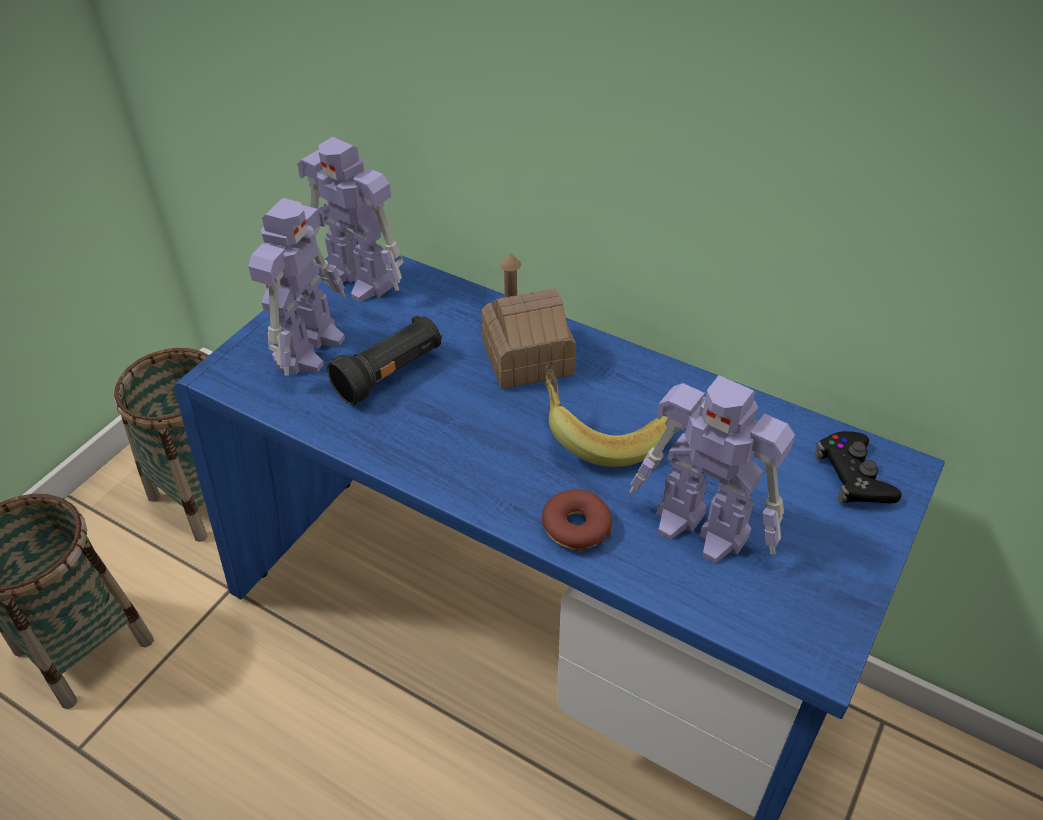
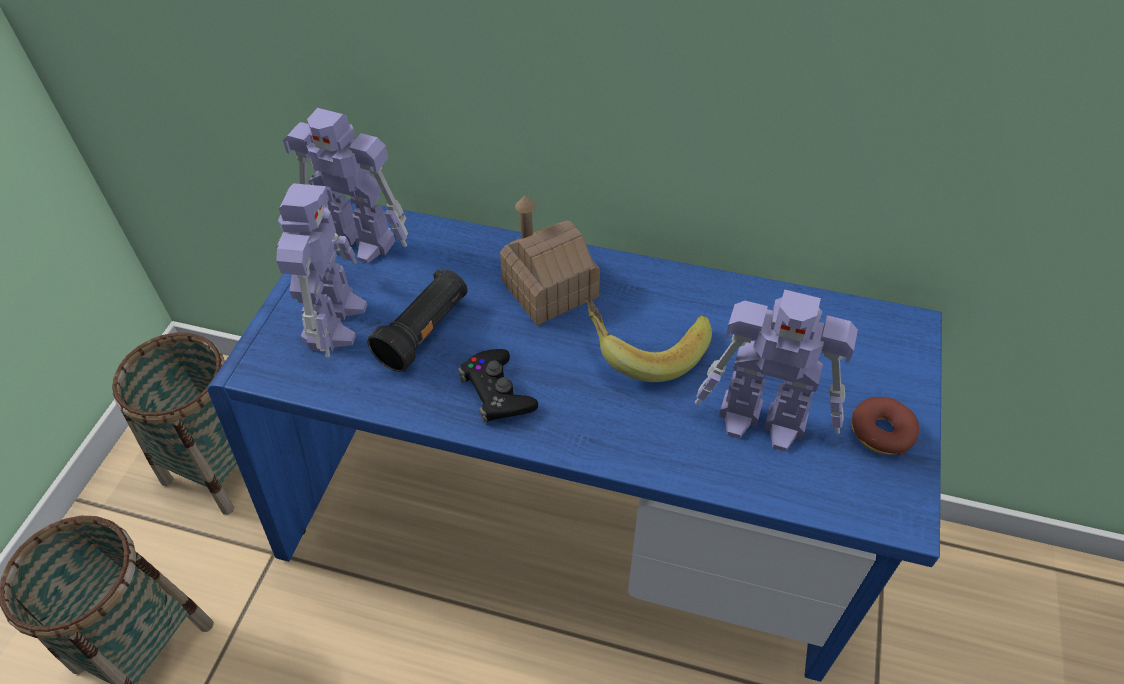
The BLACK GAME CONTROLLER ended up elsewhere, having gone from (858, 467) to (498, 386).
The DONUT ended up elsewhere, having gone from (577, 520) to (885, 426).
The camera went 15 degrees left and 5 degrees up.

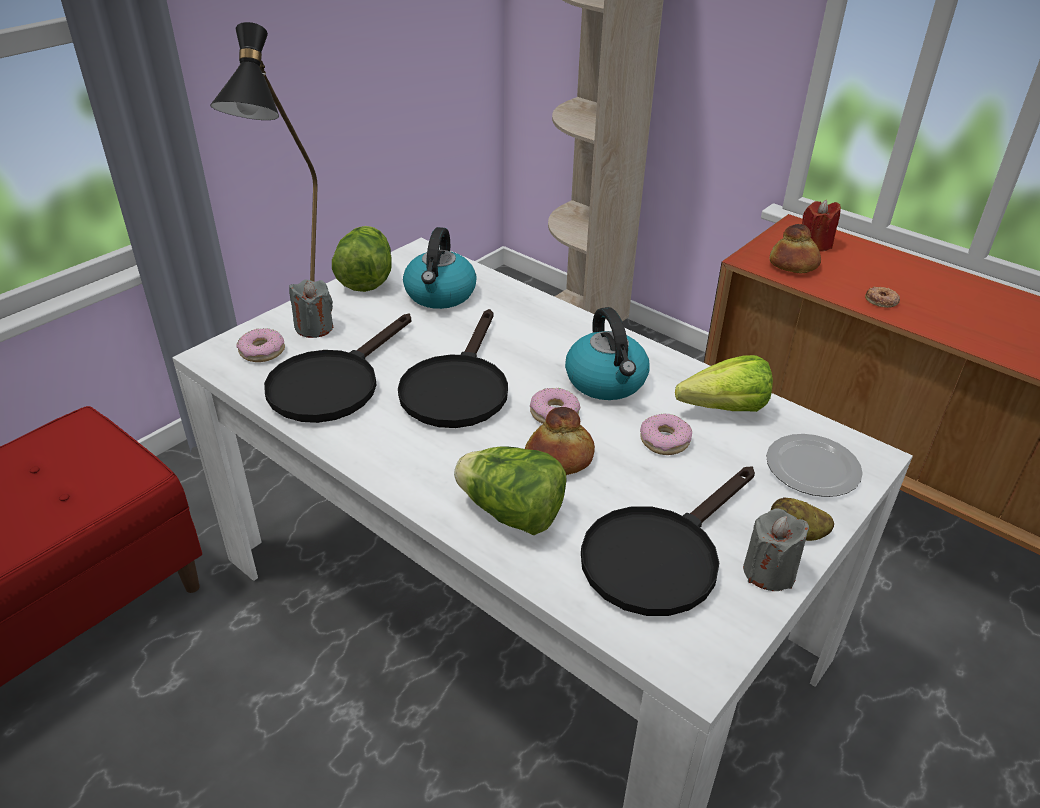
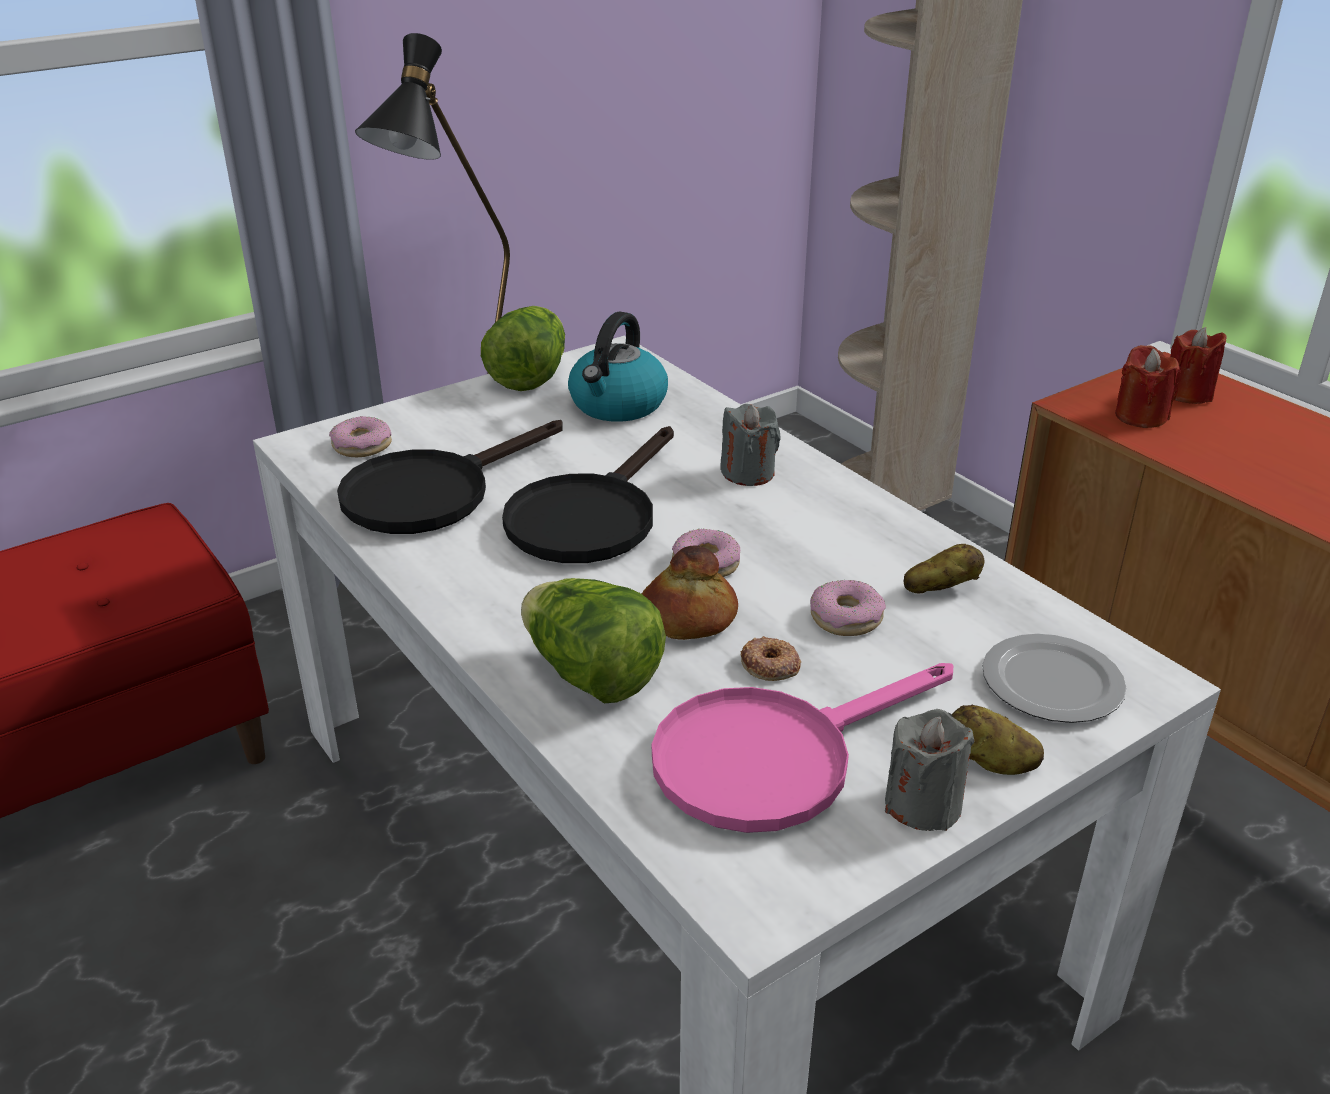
What was the BLACK FRYING PAN at (668, 541) turned into the PINK FRYING PAN at (802, 748).
The GREY CANDLE ended up elsewhere, having gone from (311, 309) to (750, 445).
The DONUT ended up elsewhere, having gone from (882, 297) to (771, 658).
Where the LETTUCE stood at (724, 383), the POTATO came to stand at (944, 569).
Where the BREAD stood at (795, 249), the RED CANDLE came to stand at (1147, 386).
The second view lost the KETTLE at (607, 353).
The camera went 15 degrees right and 5 degrees down.

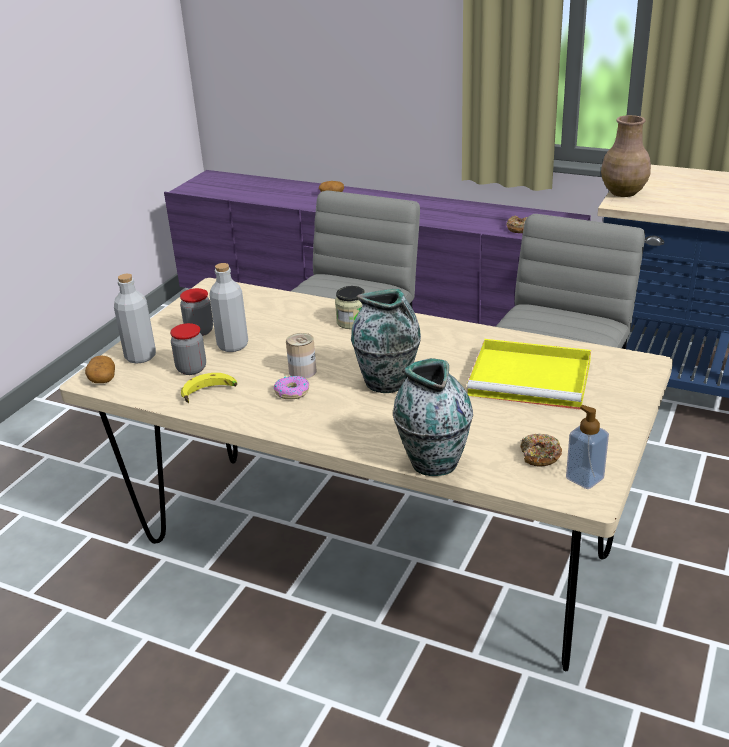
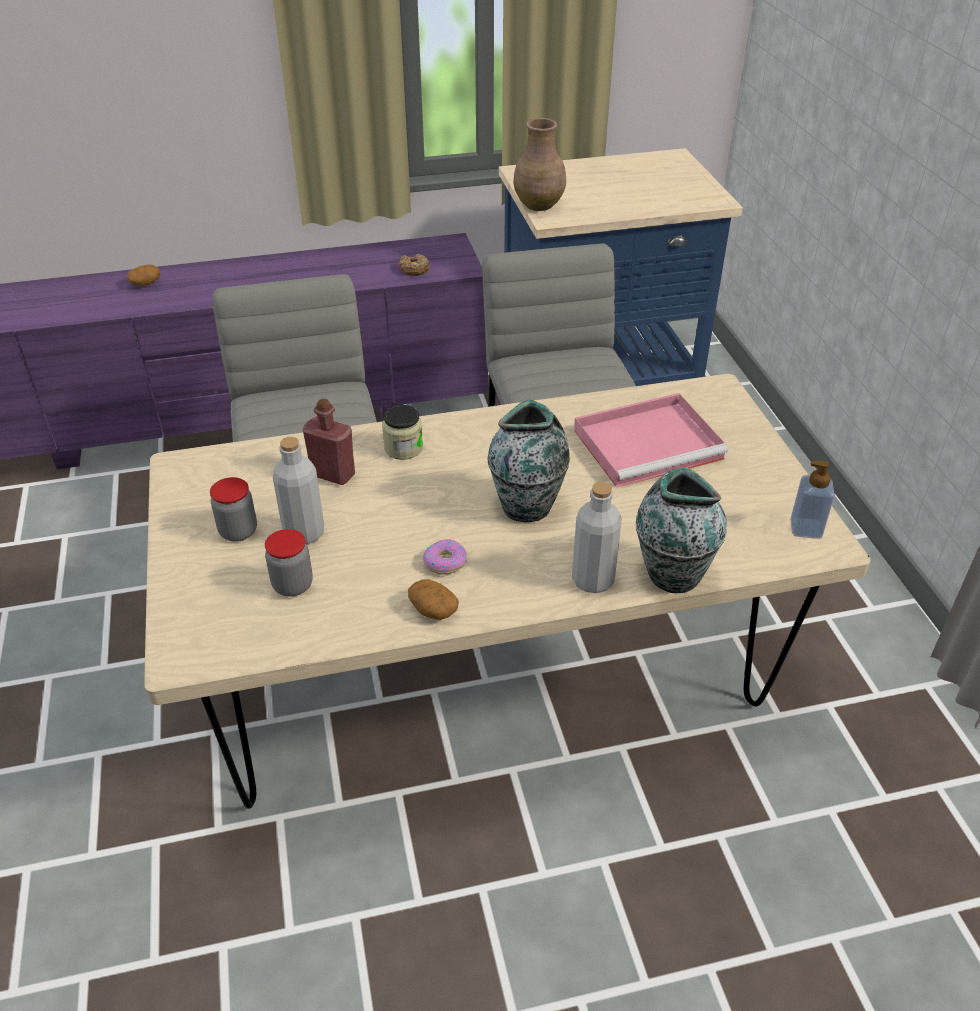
The second view gained the RED BOTTLE at (329, 441).
The POTATO ended up elsewhere, having gone from (100, 369) to (433, 599).
The GREY BOTTLE ended up elsewhere, having gone from (135, 319) to (597, 537).
What was the YELLOW TRAY at (529, 374) turned into the PINK TRAY at (651, 440).
The second view lost the BANANA at (209, 388).
The second view lost the CAN at (301, 356).
The second view lost the DONUT at (541, 450).
The camera went 40 degrees left and 10 degrees up.

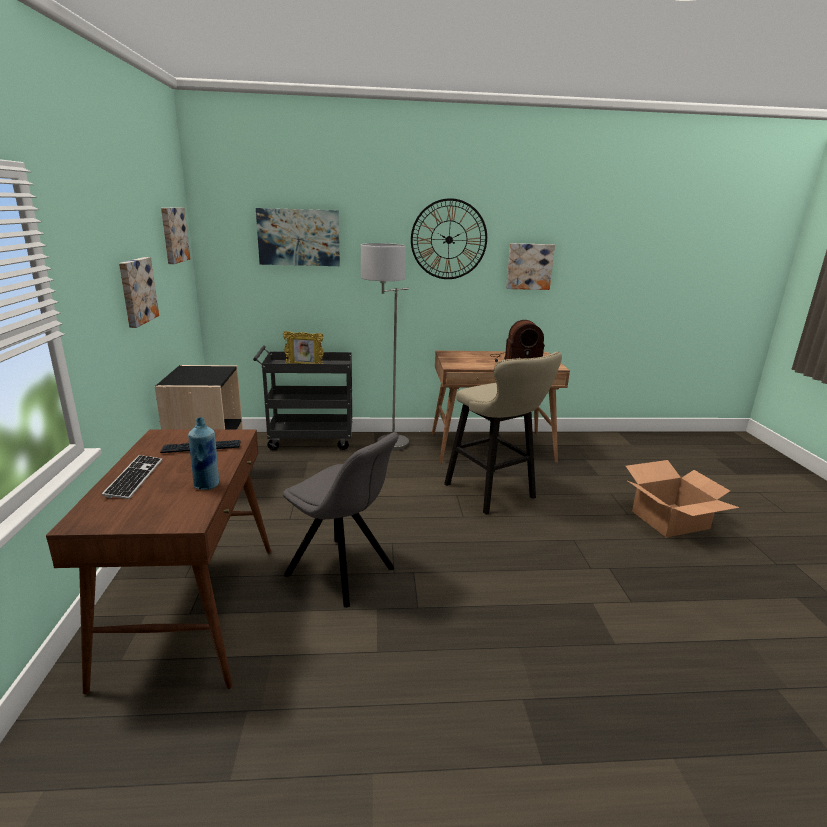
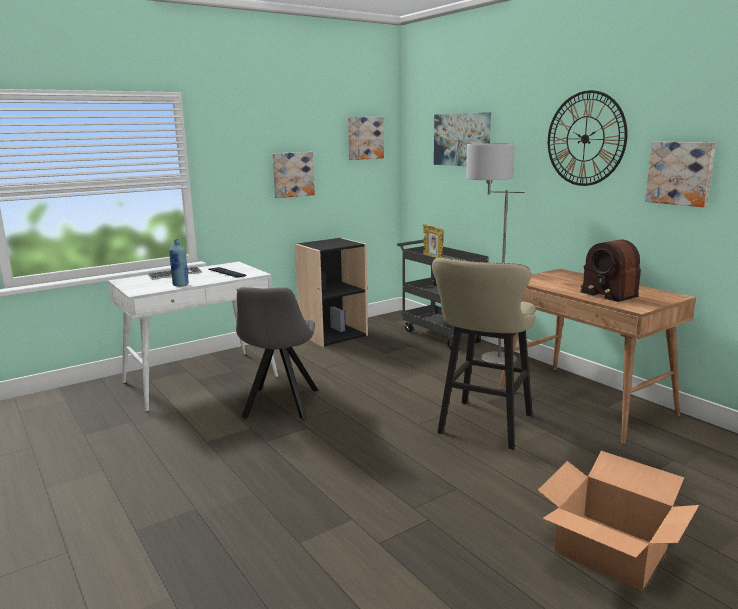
What was the BROWN DESK at (158, 562) turned into the WHITE DESK at (193, 337).
The camera went 60 degrees right and 5 degrees down.

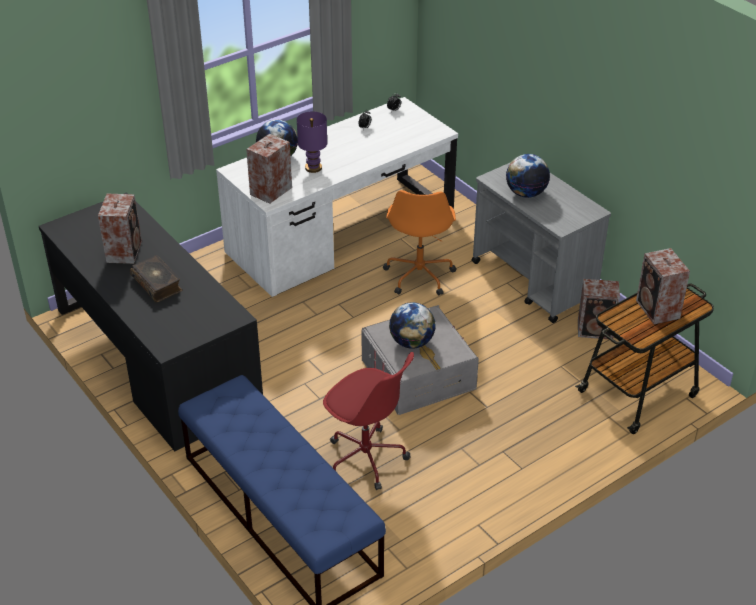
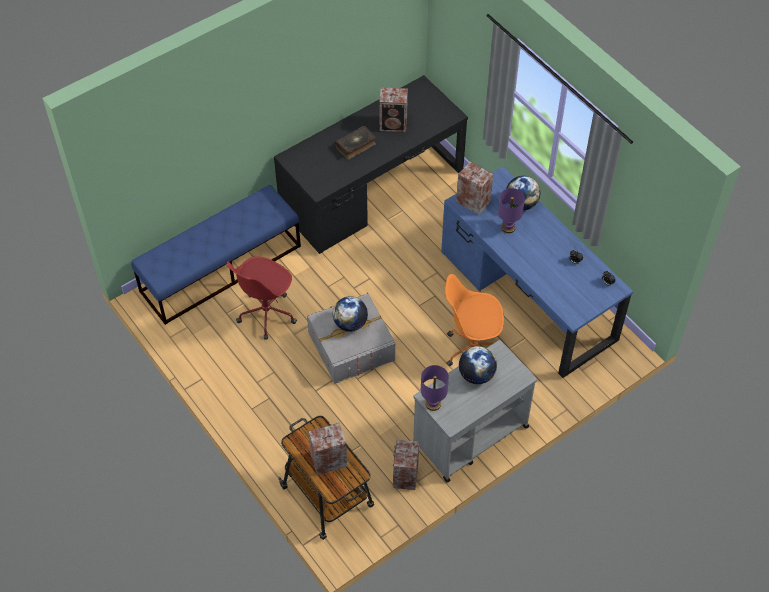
The second view gained the PURPLE TABLE LAMP at (435, 388).
What was the WHITE DESK at (337, 197) turned into the BLUE DESK at (537, 272).
The camera went 90 degrees right and 15 degrees up.

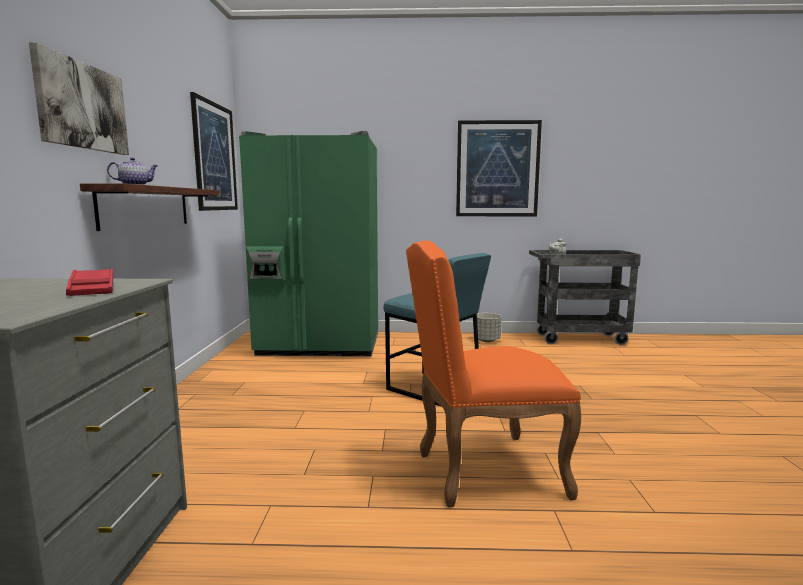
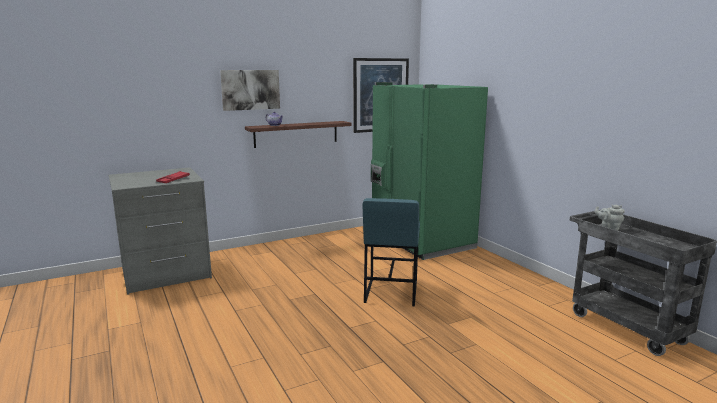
The second view lost the ORANGE CHAIR at (493, 373).
The second view lost the PICTURE at (499, 168).
The second view lost the GREY PLANTER at (489, 327).
The camera went 60 degrees right and 5 degrees up.

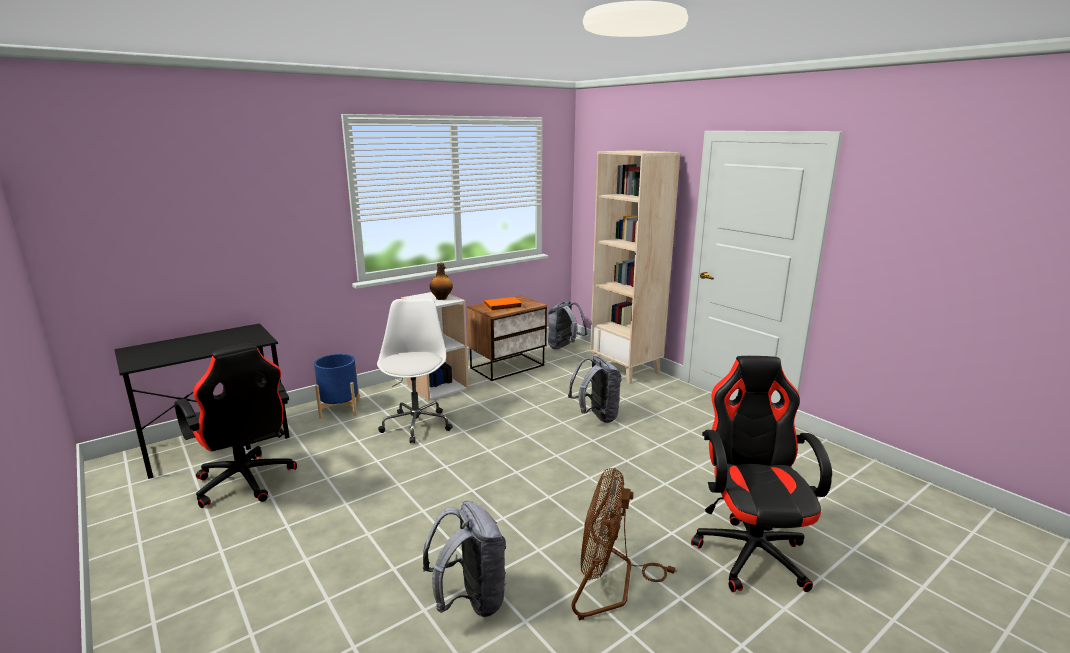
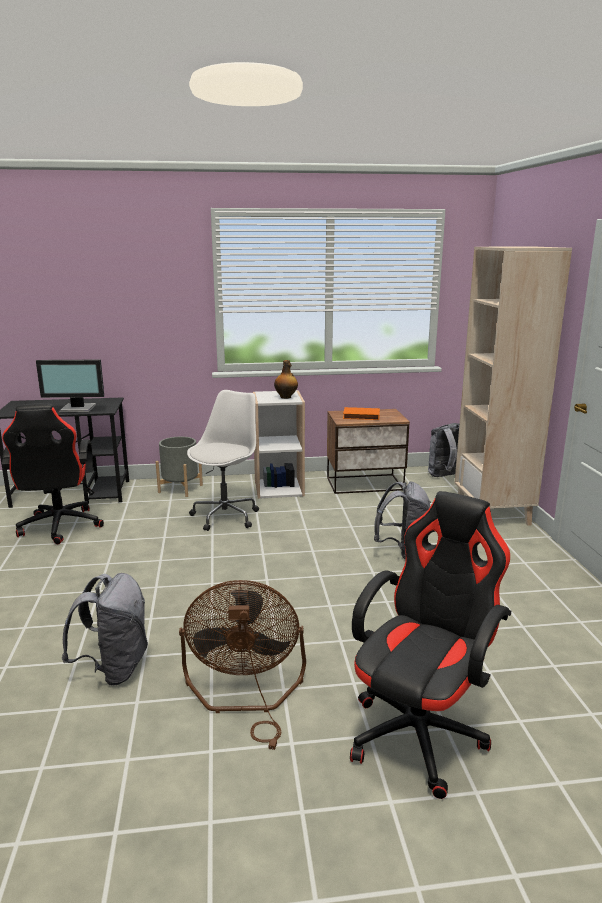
The second view gained the MONITOR at (70, 386).
What was the BLUE PLANTER at (337, 386) turned into the GREY PLANTER at (179, 467).
The BROWN FAN at (624, 544) ended up facing another way, 45 degrees clockwise from before.
The camera went 30 degrees right and 0 degrees up.

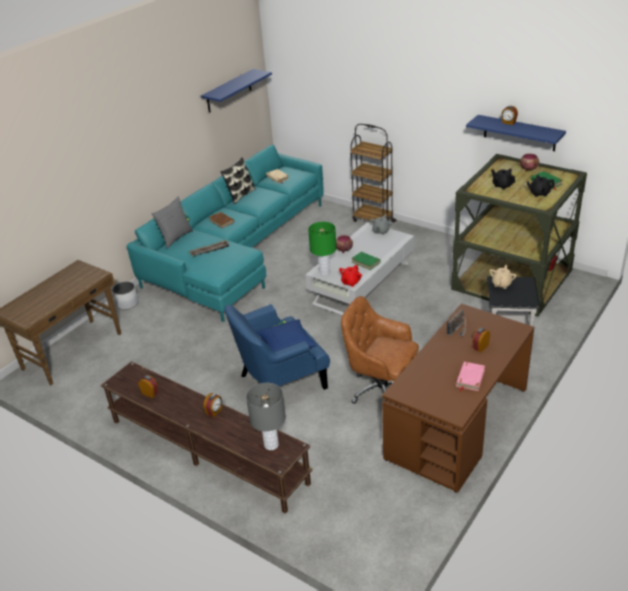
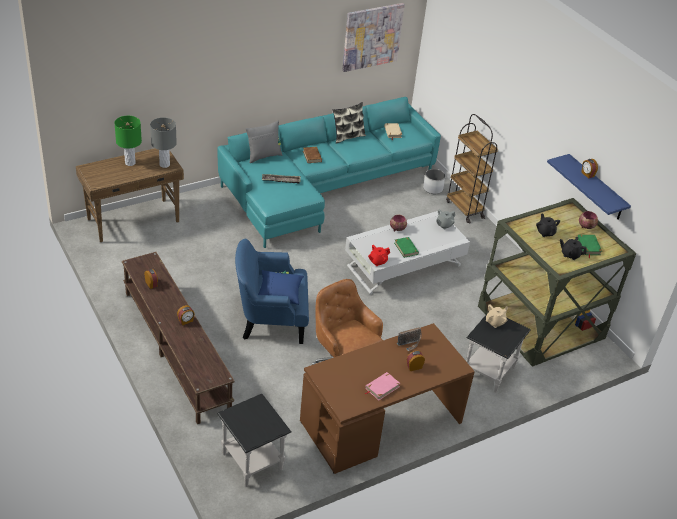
The GREEN TABLE LAMP ended up elsewhere, having gone from (322, 248) to (128, 141).
The GREY TABLE LAMP ended up elsewhere, having gone from (266, 416) to (163, 142).
The second view gained the BLACK SIDE TABLE at (254, 440).
Where the BLUE SHELF hung at (236, 91), the PICTURE came to hang at (373, 37).
The WHITE PLANTER ended up elsewhere, having gone from (125, 296) to (434, 181).
The camera went 20 degrees right and 5 degrees up.

